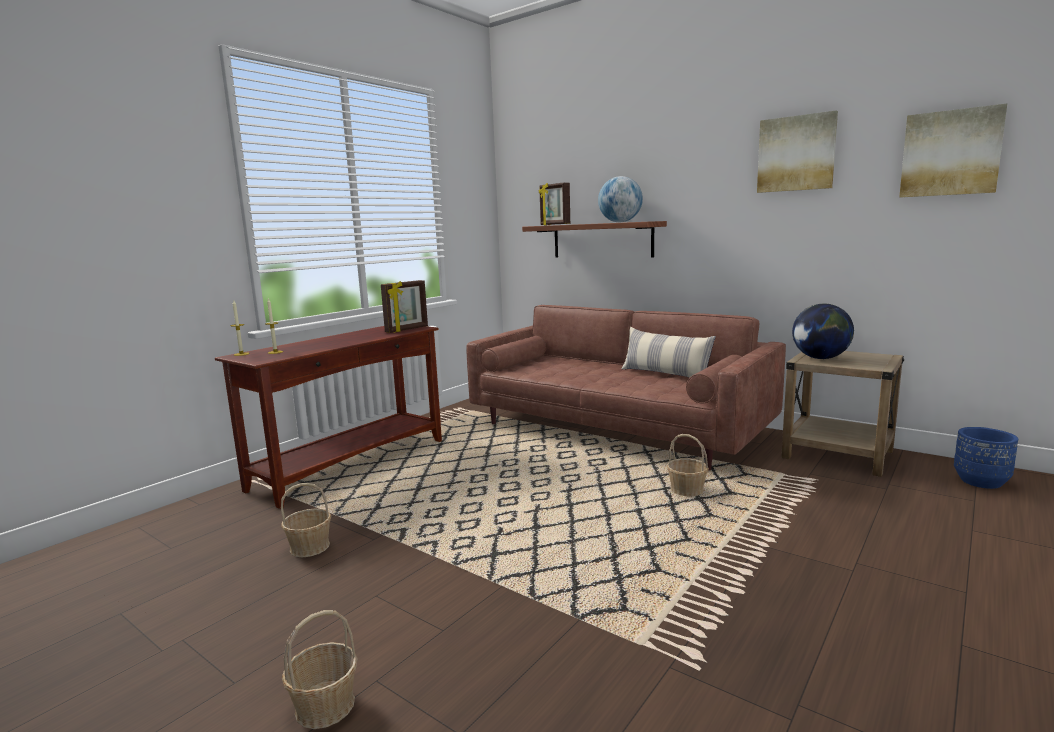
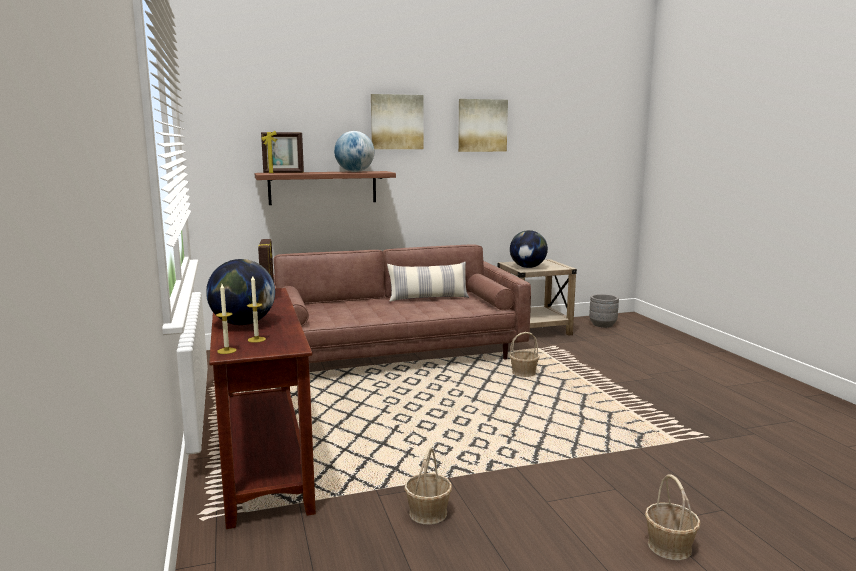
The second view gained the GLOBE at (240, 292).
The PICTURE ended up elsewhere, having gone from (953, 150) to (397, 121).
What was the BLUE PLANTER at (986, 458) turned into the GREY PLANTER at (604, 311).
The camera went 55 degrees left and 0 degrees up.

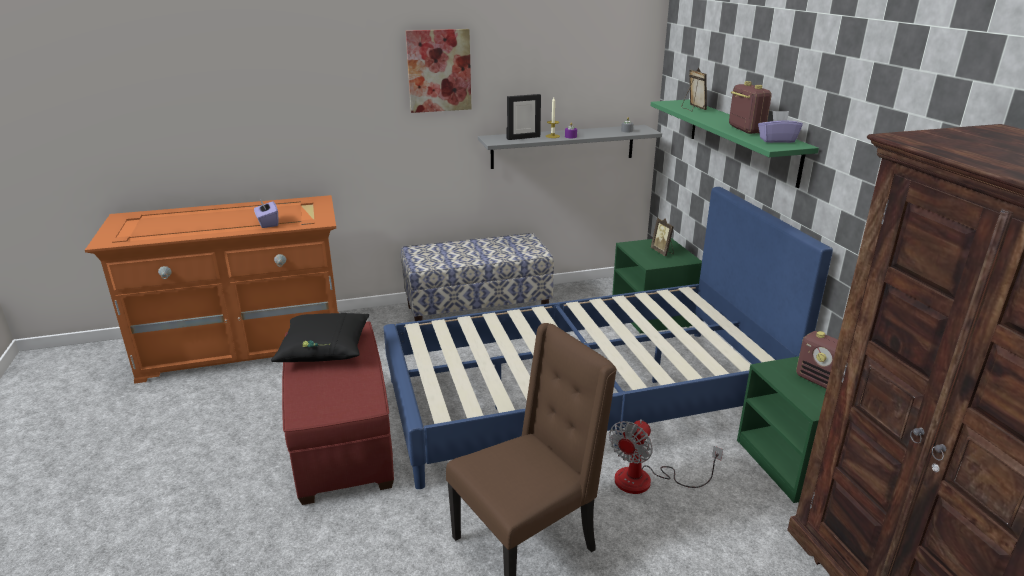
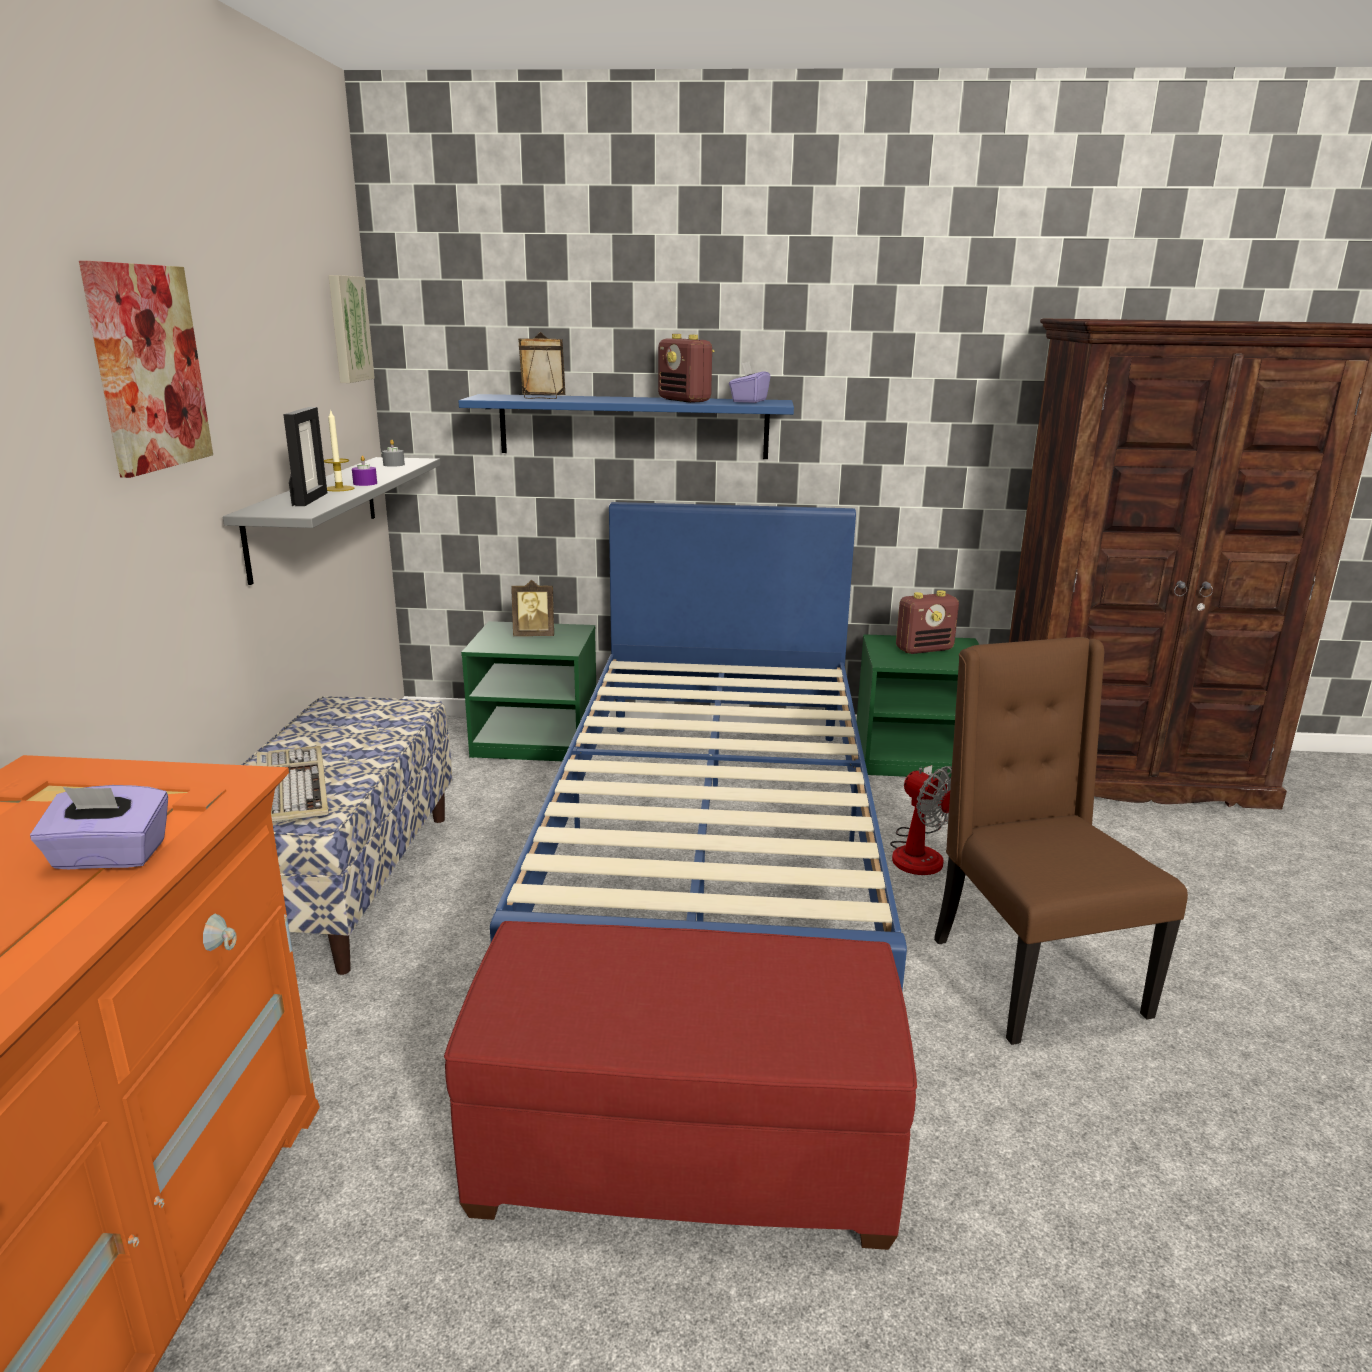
The second view gained the KEYBOARD at (292, 785).
The second view gained the PICTURE at (351, 329).
What was the GREEN SHELF at (735, 143) turned into the BLUE SHELF at (626, 426).
The RADIO at (750, 107) ended up facing another way, 135 degrees counterclockwise from before.
The second view lost the BLACK PILLOW at (320, 337).
The camera went 70 degrees left and 5 degrees down.

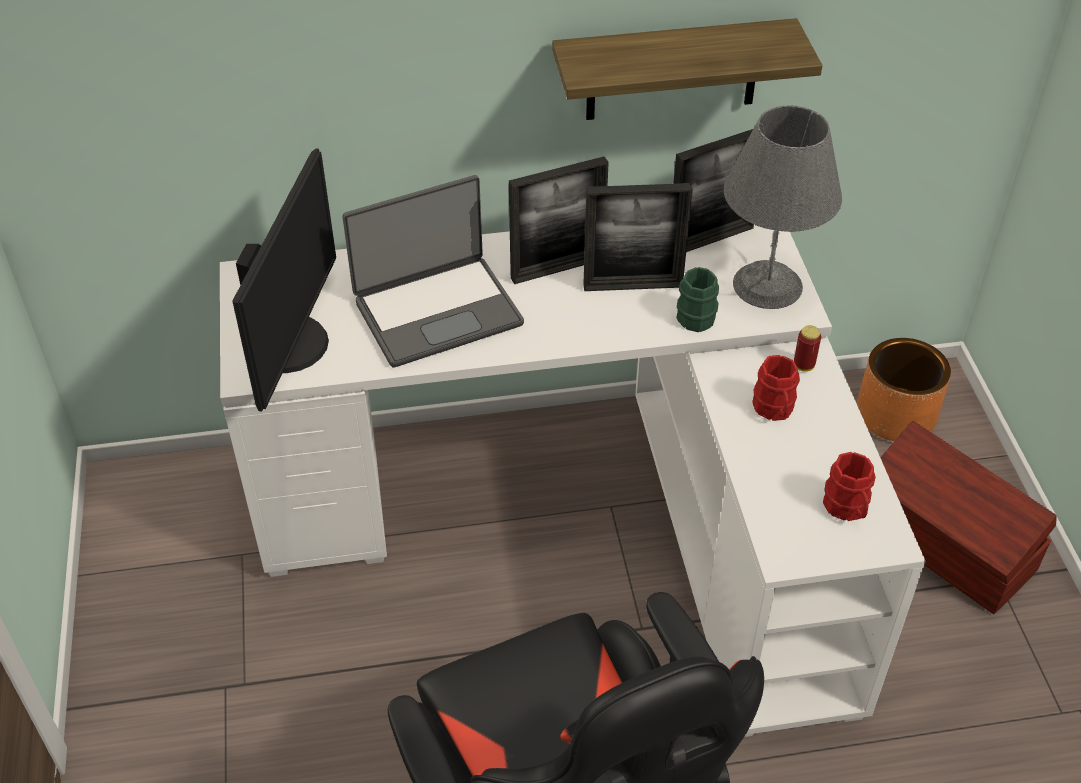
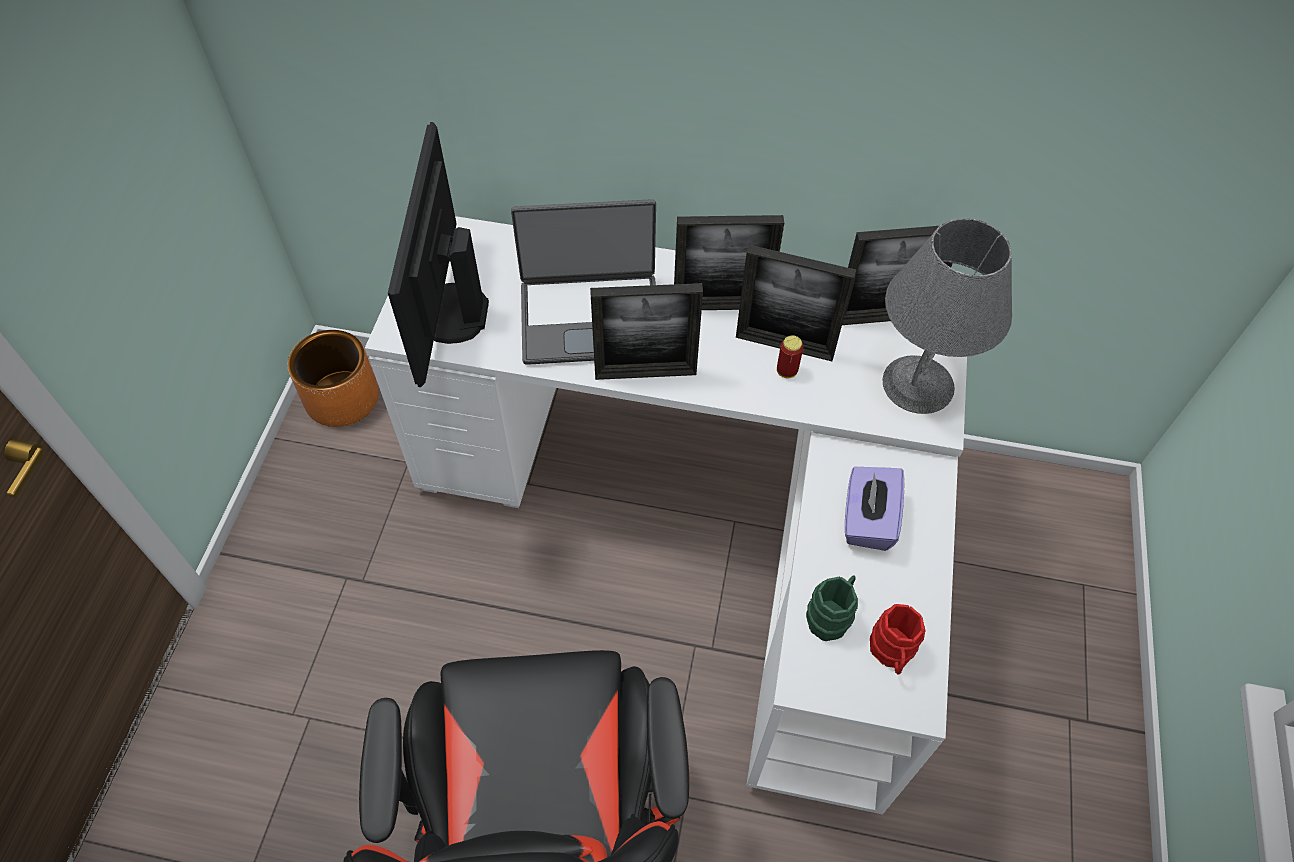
The ORANGE PLANTER ended up elsewhere, having gone from (904, 389) to (333, 378).
The MONITOR at (284, 280) ended up facing another way, 150 degrees clockwise from before.
The second view gained the PICTURE FRAME at (646, 331).
The CAN ended up elsewhere, having gone from (807, 348) to (790, 356).
The GREEN MUG ended up elsewhere, having gone from (698, 299) to (832, 608).
Where the RED MUG stood at (776, 388), the PURPLE TISSUE BOX came to stand at (875, 509).
The second view lost the SHELF at (687, 69).
The second view lost the BROWN STORAGE BOX at (969, 517).
The camera went 20 degrees right and 10 degrees up.

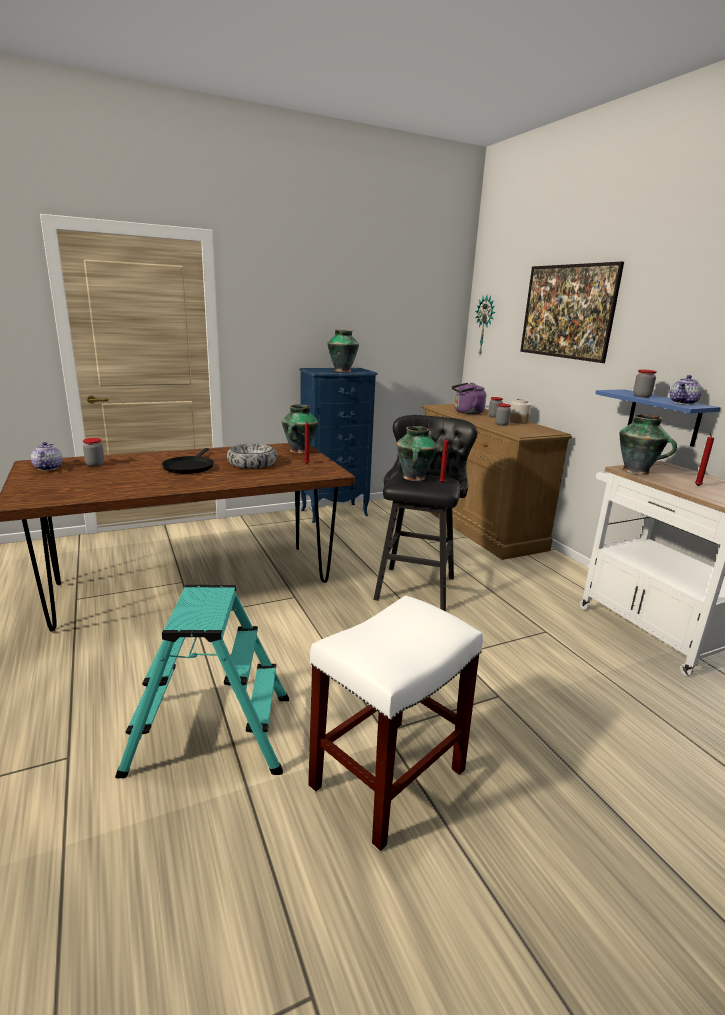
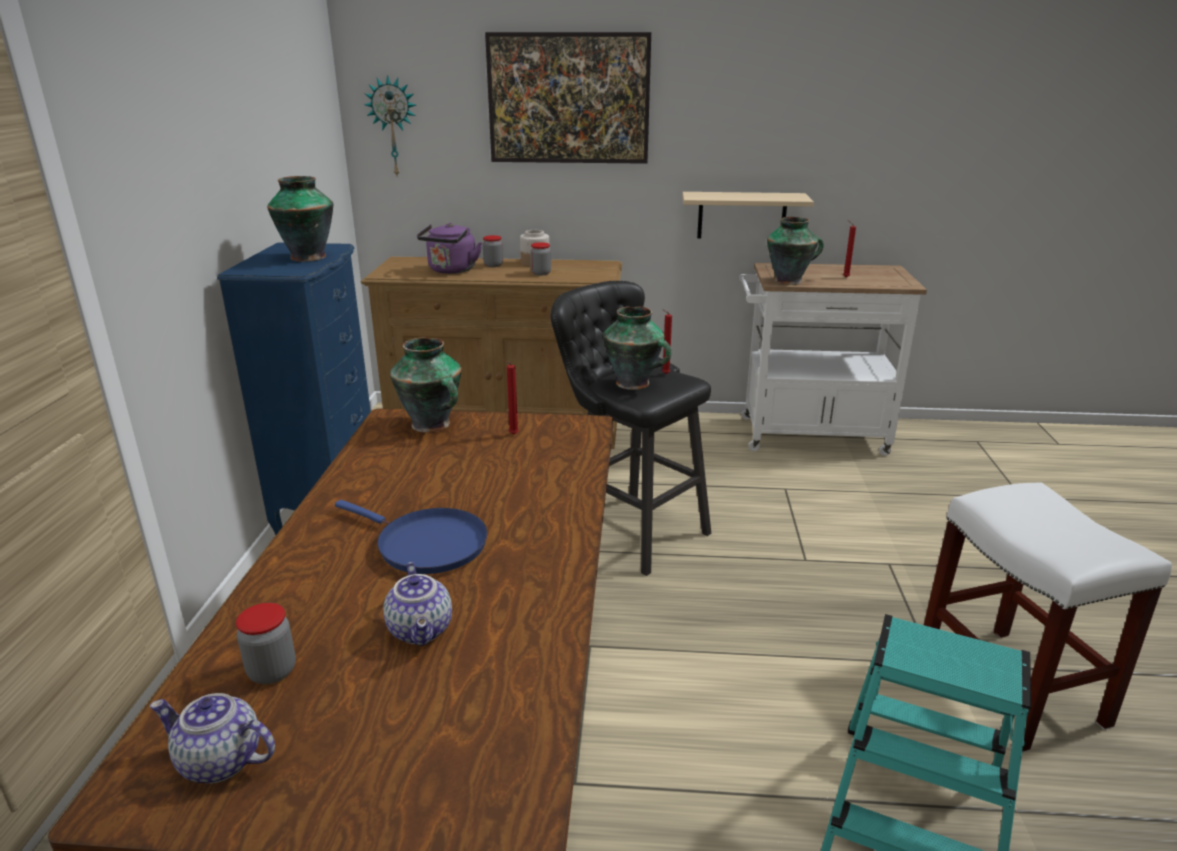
What was the BLACK FRYING PAN at (188, 461) turned into the BLUE FRYING PAN at (411, 537).
The TEAPOT ended up elsewhere, having gone from (686, 390) to (417, 604).
What was the BLUE SHELF at (658, 418) turned into the BEIGE SHELF at (748, 215).
The second view lost the BOWL at (252, 456).
The second view lost the JAR at (645, 383).
The camera went 60 degrees left and 5 degrees up.

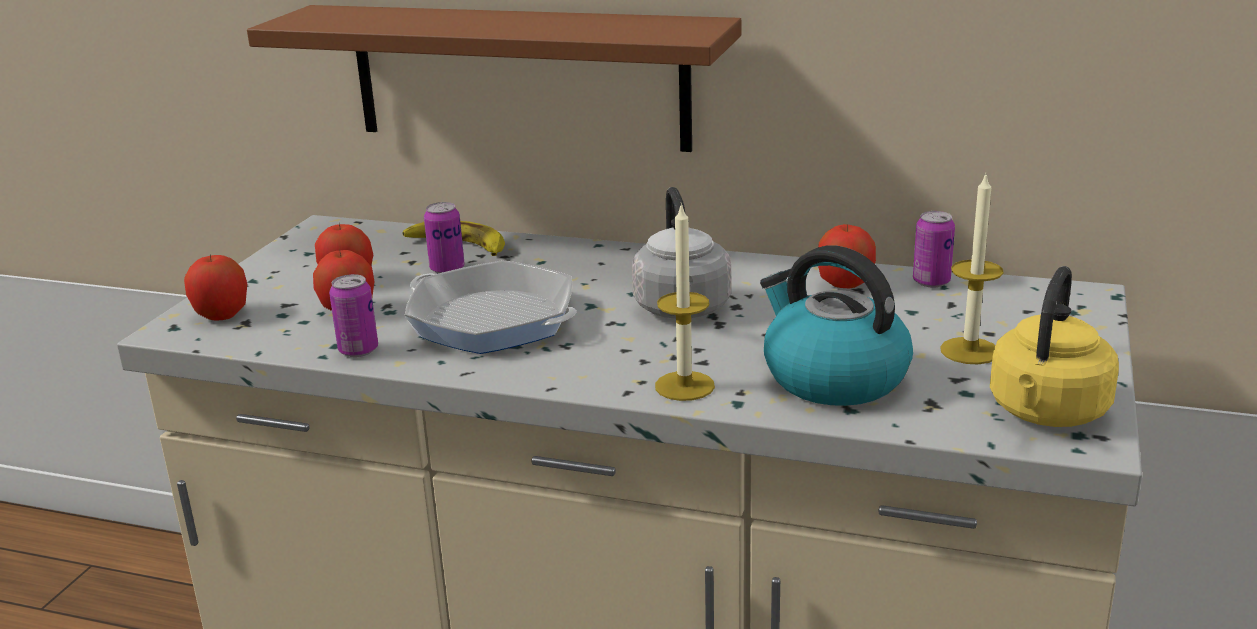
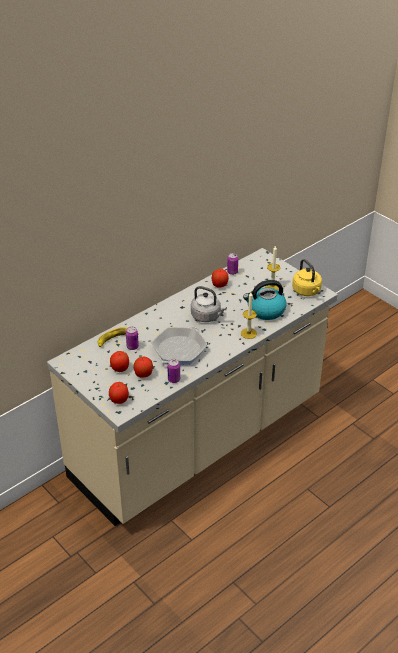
The FRYING PAN at (490, 307) ended up facing another way, 150 degrees clockwise from before.
The second view lost the BROWN SHELF at (494, 78).
The camera went 60 degrees left and 15 degrees up.

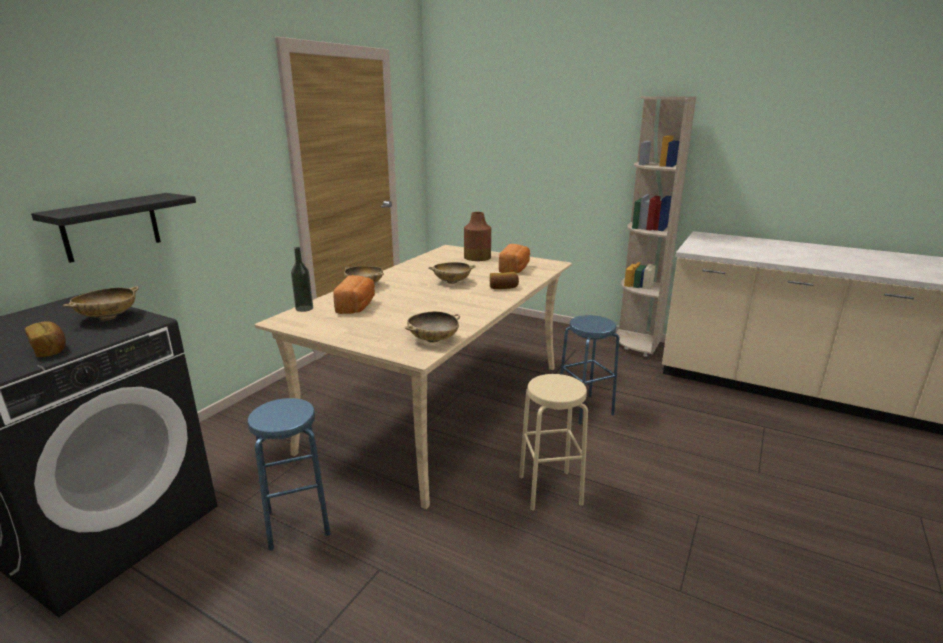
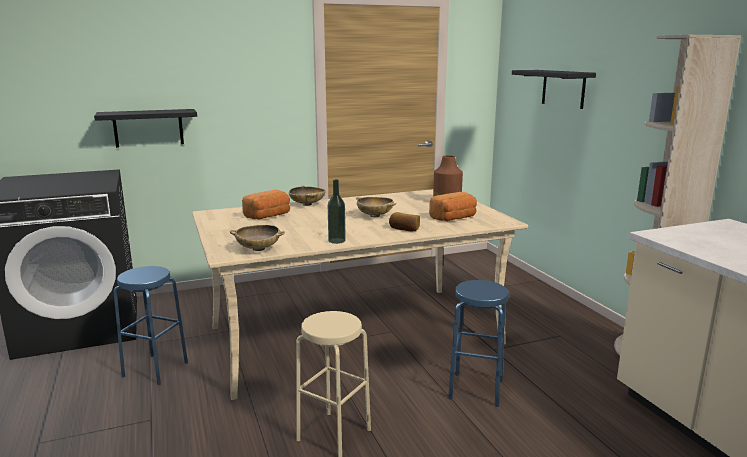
The BOTTLE ended up elsewhere, having gone from (302, 279) to (337, 211).
The second view gained the BLACK SHELF at (554, 89).
The second view lost the BREAD at (45, 339).
The second view lost the BEIGE BOWL at (101, 303).
The camera went 40 degrees right and 5 degrees down.

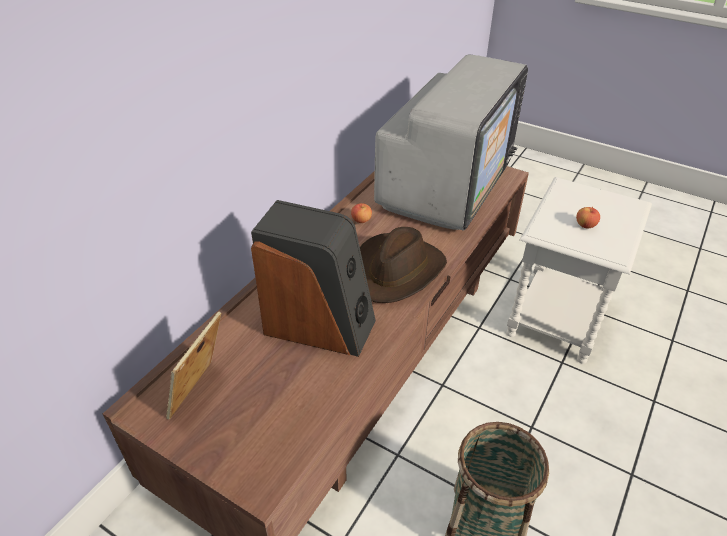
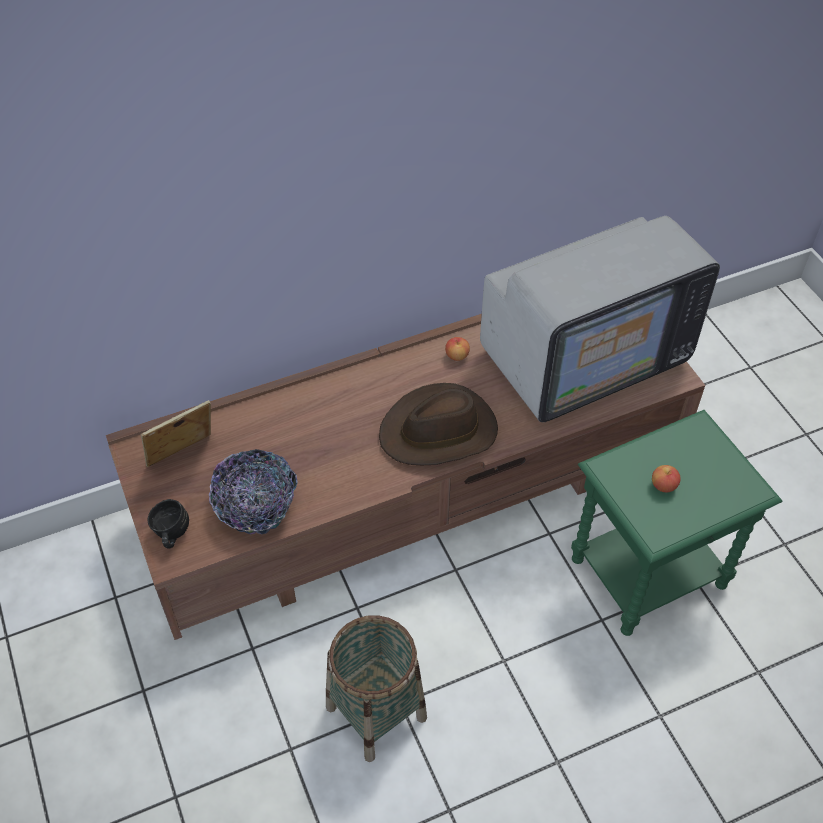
The second view gained the BLACK MUG at (168, 524).
The second view gained the BOWL at (253, 491).
What was the WHITE SIDE TABLE at (579, 270) turned into the GREEN SIDE TABLE at (676, 523).
The second view lost the SPEAKER at (313, 278).
The camera went 35 degrees right and 10 degrees up.

